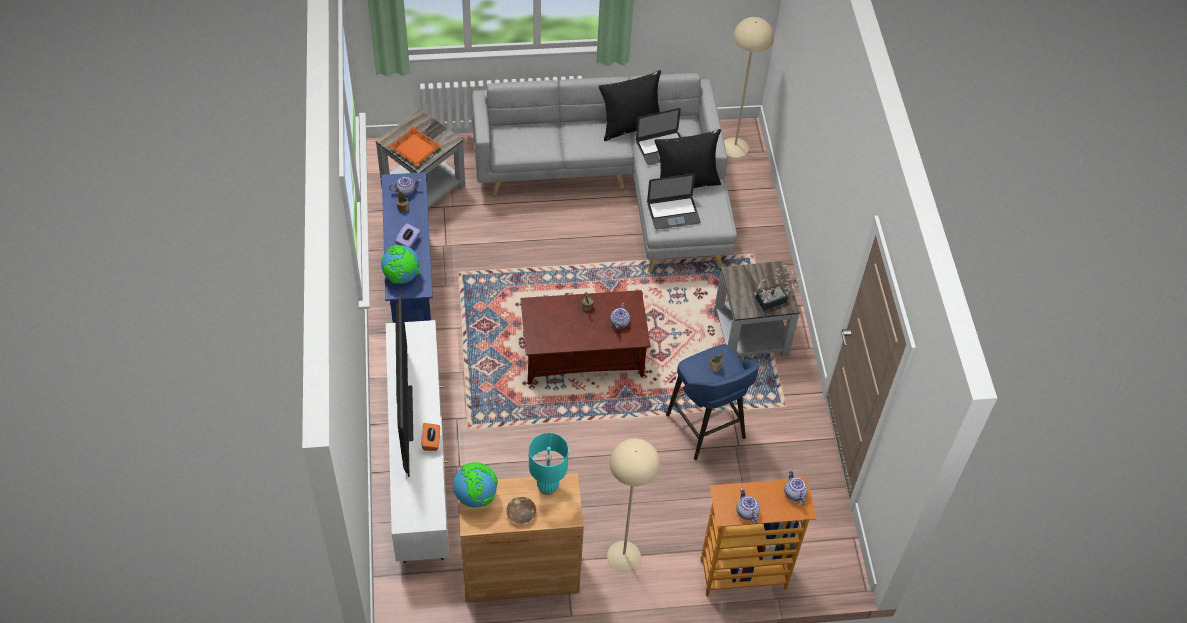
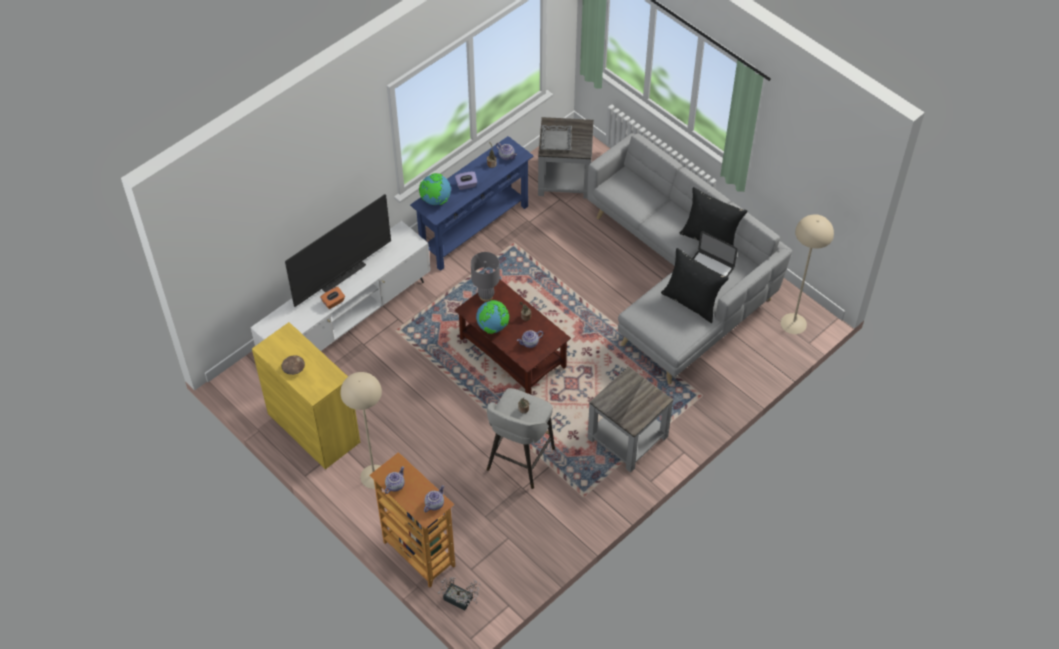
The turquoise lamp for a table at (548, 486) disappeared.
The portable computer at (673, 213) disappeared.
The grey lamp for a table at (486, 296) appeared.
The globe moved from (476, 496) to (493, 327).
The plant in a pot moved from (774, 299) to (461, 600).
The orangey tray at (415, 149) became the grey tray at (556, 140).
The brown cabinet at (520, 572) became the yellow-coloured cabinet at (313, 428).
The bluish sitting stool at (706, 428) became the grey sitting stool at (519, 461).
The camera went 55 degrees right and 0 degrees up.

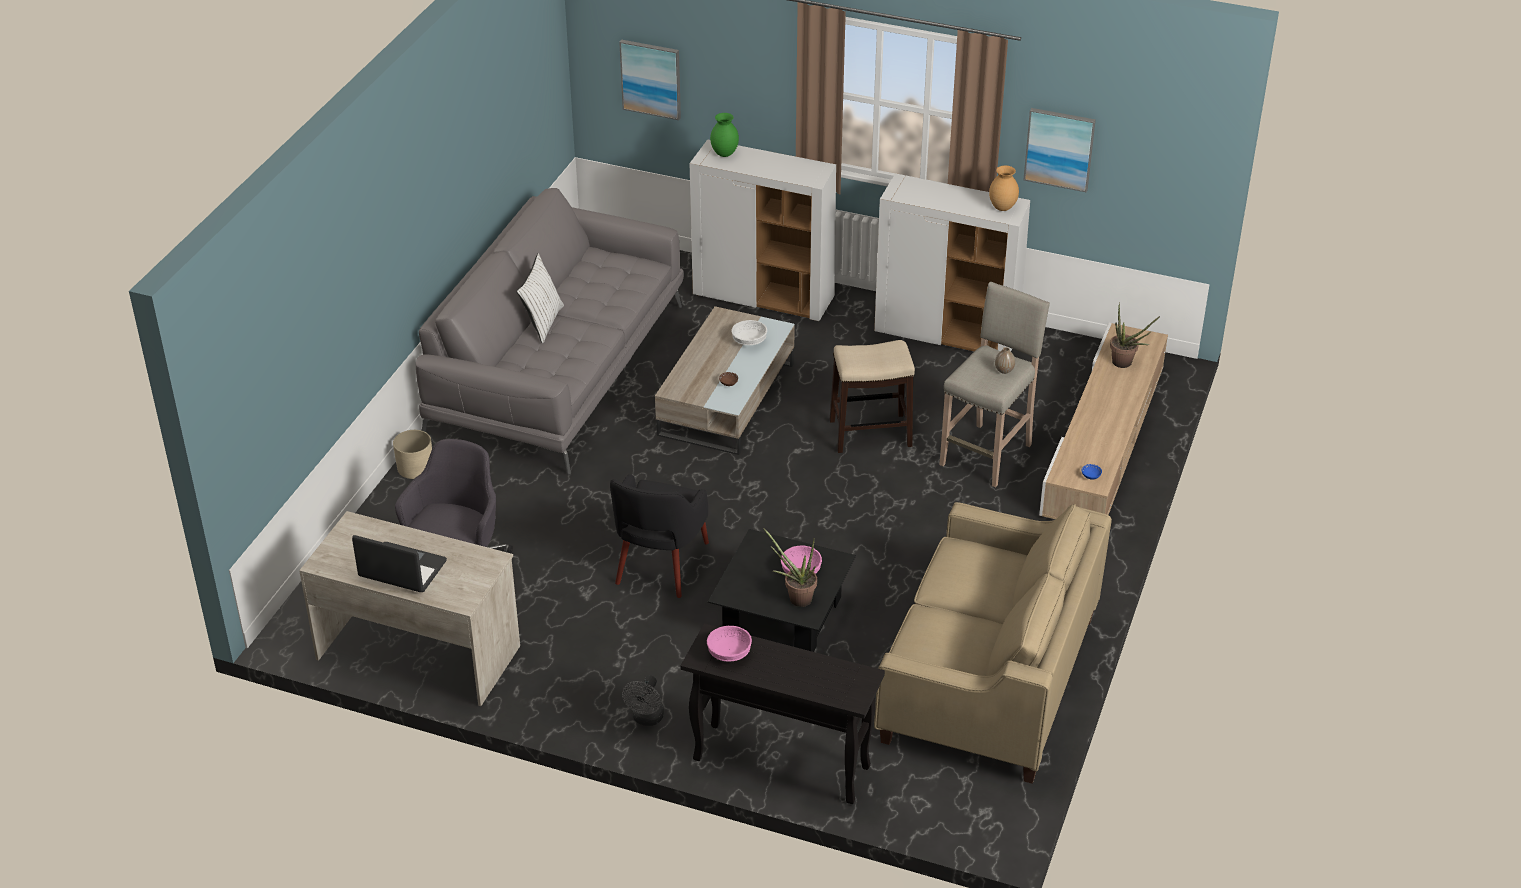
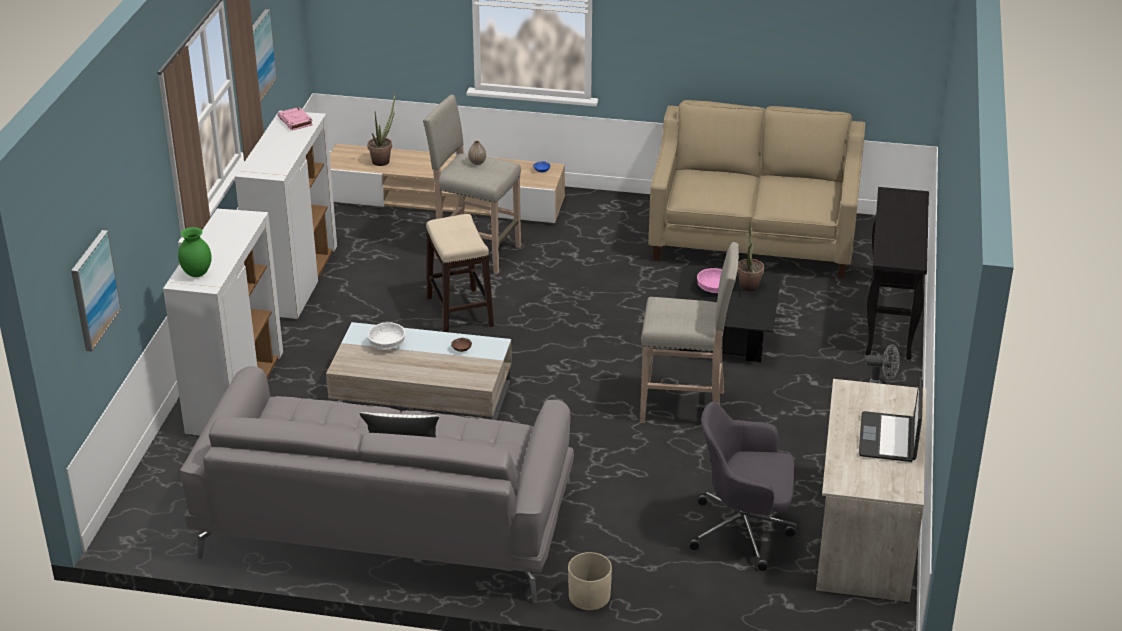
The pinkish bowl at (730, 653) disappeared.
The black-coloured lounge chair at (660, 565) was replaced by the beige-coloured sitting stool at (685, 407).
The brown decorative vase at (1002, 208) was replaced by the pinkish volume at (296, 121).
The camera went 100 degrees left and 5 degrees down.

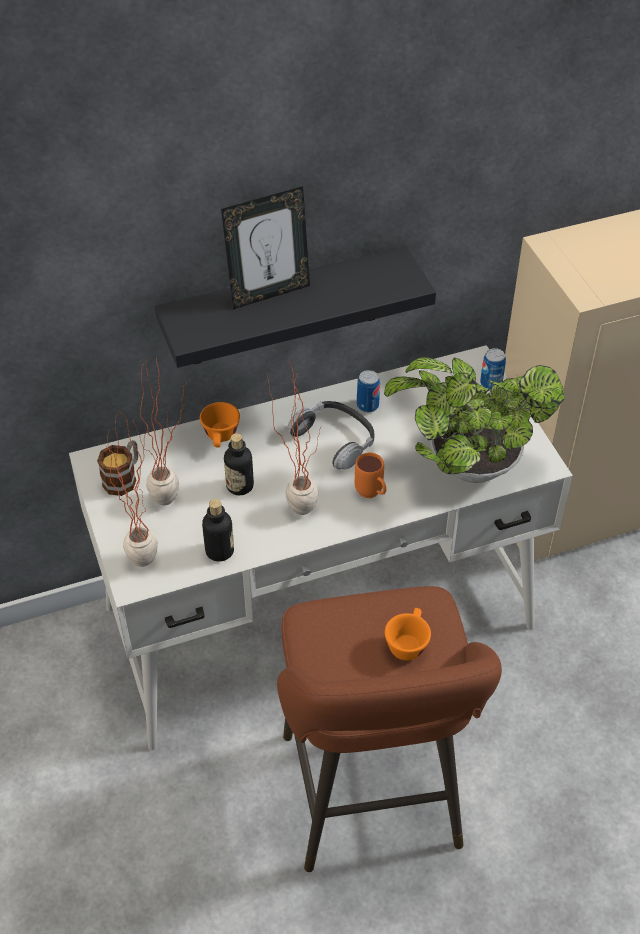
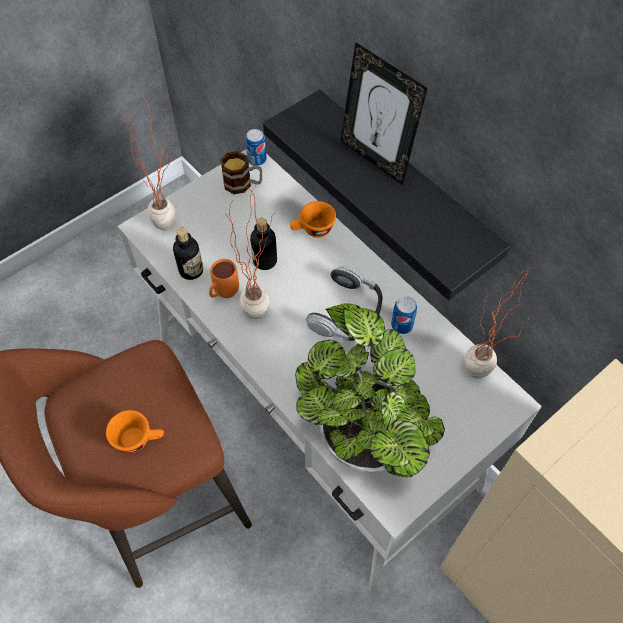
The plant in a pot moved from (173, 504) to (474, 380).
The orangey tea mug moved from (372, 494) to (223, 294).
The metal can moved from (491, 383) to (257, 160).
The camera went 70 degrees right and 10 degrees up.

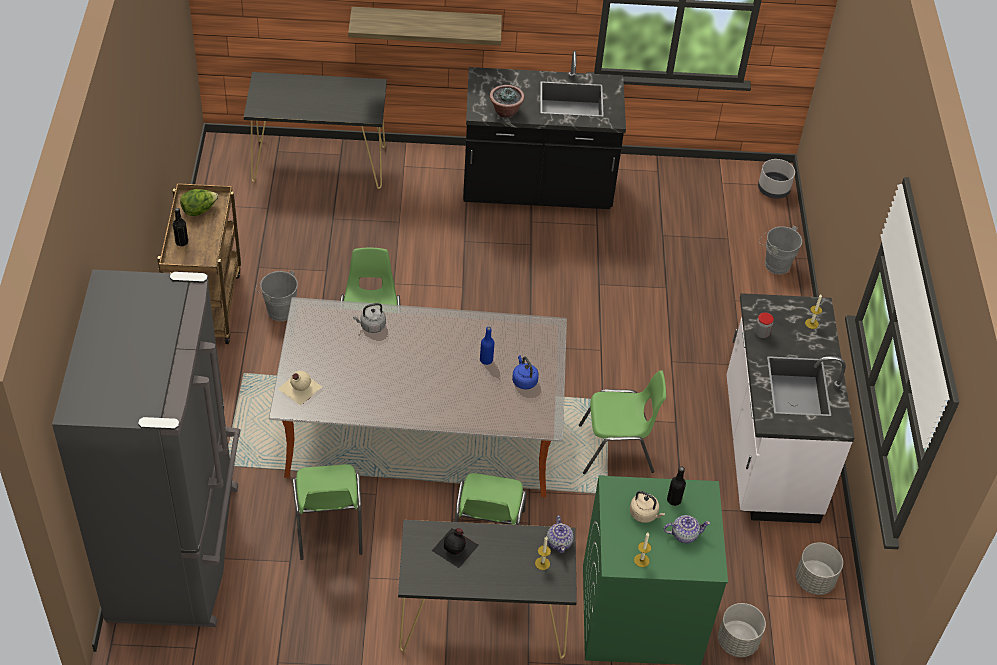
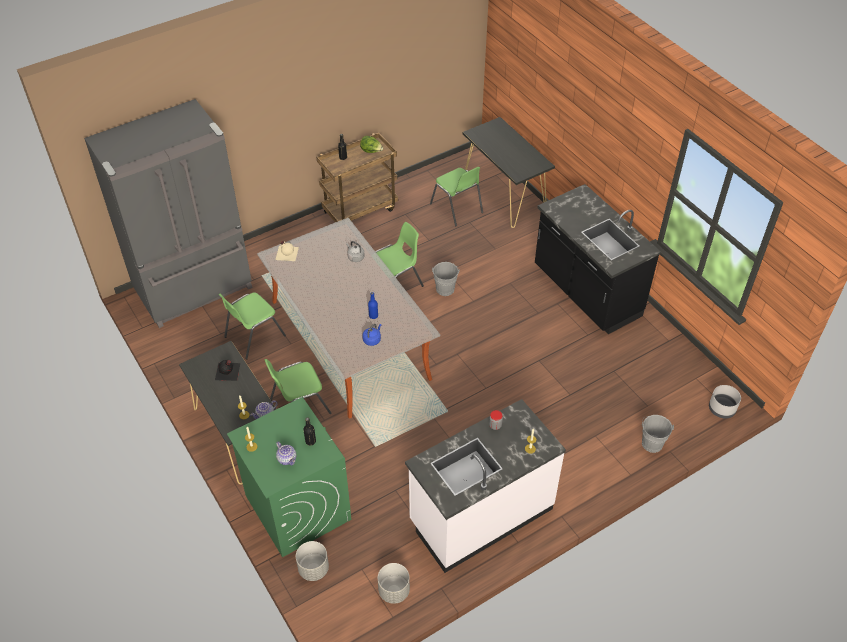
The shelf at (426, 24) disappeared.
The plant in a pot at (505, 112) disappeared.
The beige-coloured water kettle at (644, 514) disappeared.
The grey pail moved from (278, 309) to (445, 287).
The greenish chair moved from (617, 449) to (457, 208).
The camera went 60 degrees right and 0 degrees up.

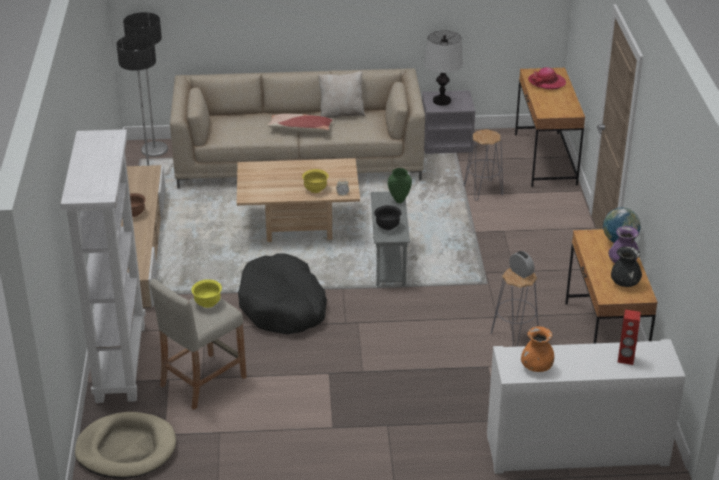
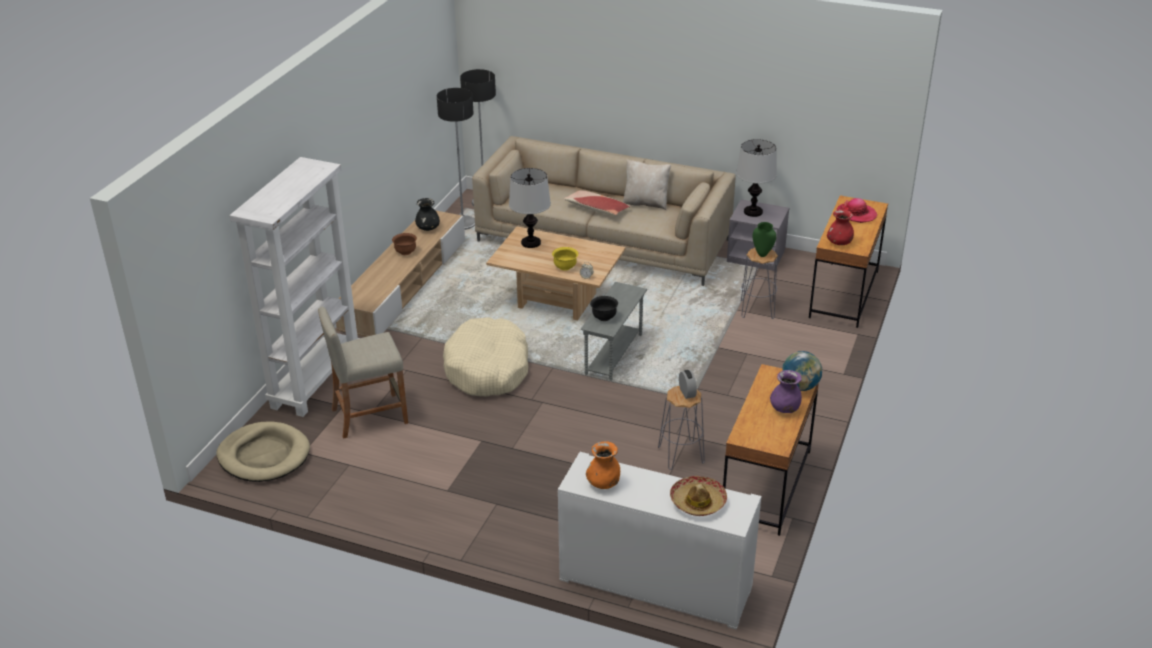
The yellow-coloured bowl at (207, 303) disappeared.
The lamp for a table at (531, 242) appeared.
The reddish decorative vase at (839, 243) appeared.
The greenish decorative vase moved from (399, 200) to (762, 254).
The black-coloured decorative vase moved from (625, 283) to (428, 228).
The reddish audio speaker at (625, 359) was replaced by the clothing hat at (697, 502).
The black-coloured dog bed at (283, 306) became the beige-coloured dog bed at (487, 369).
The camera went 25 degrees right and 0 degrees up.

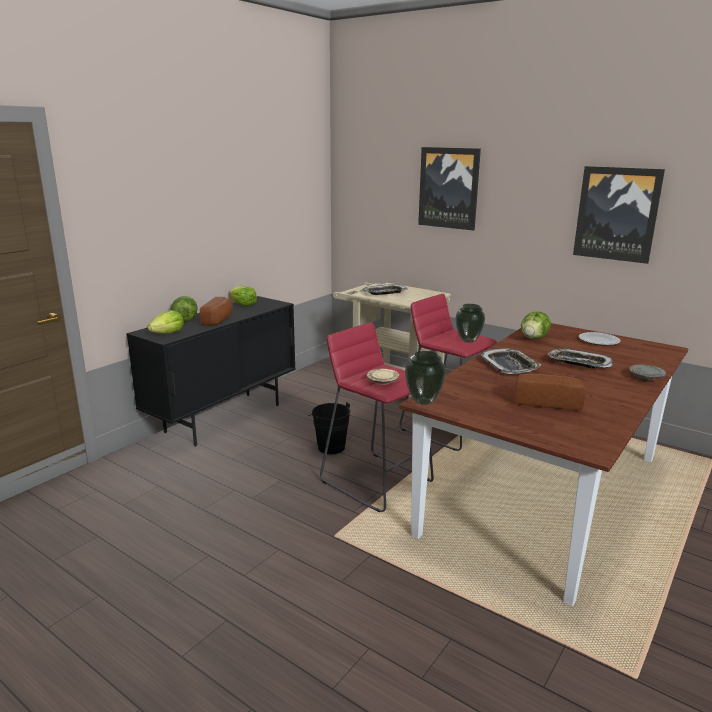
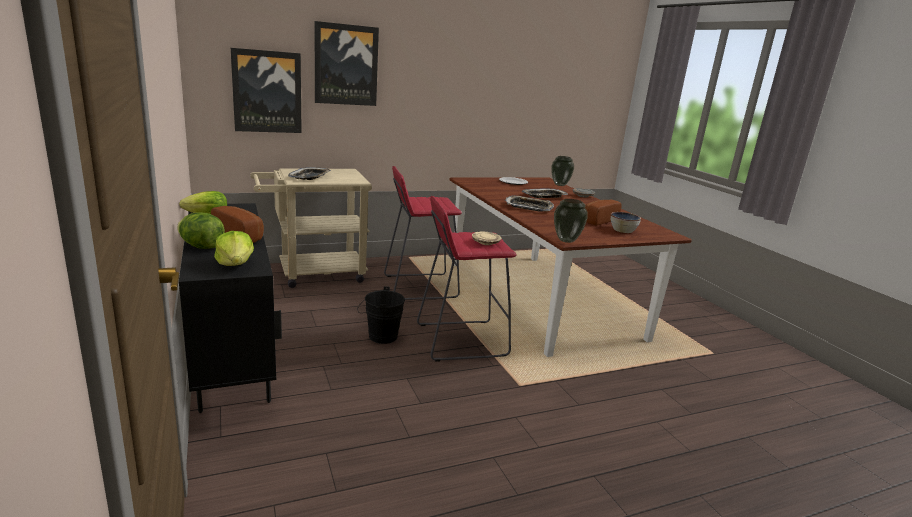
The head of lettuce at (533, 338) disappeared.
The bowl at (623, 230) appeared.
The decorative vase moved from (468, 340) to (560, 185).
The picture moved from (617, 214) to (267, 92).
The camera went 60 degrees left and 0 degrees up.

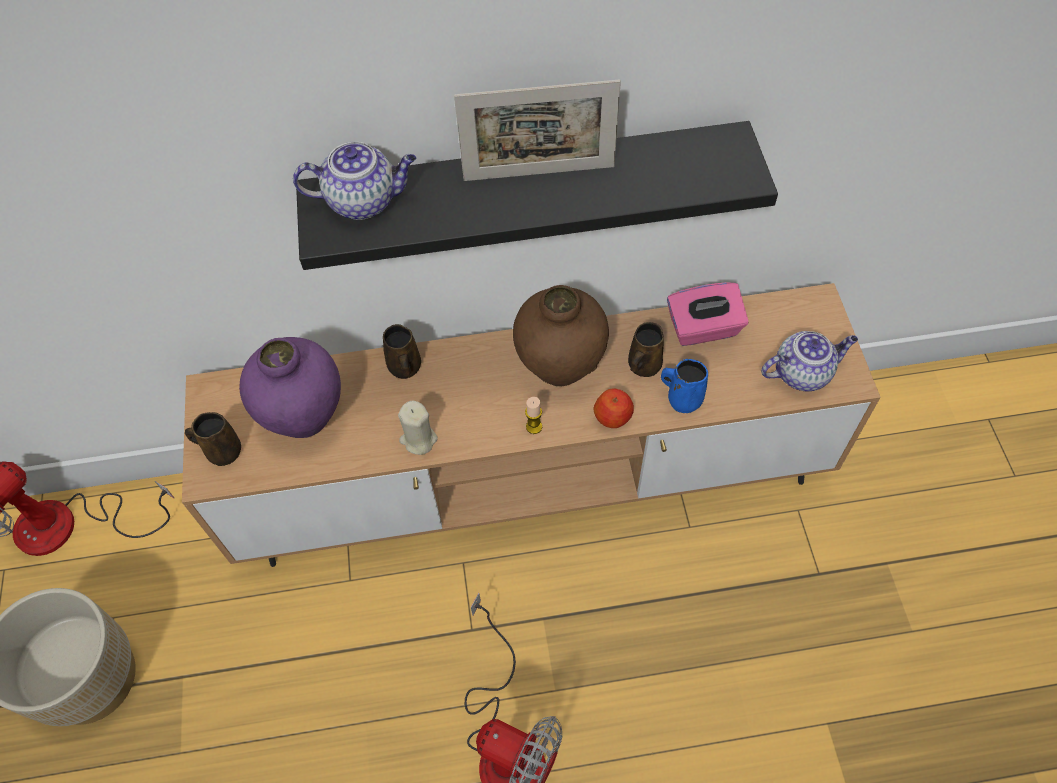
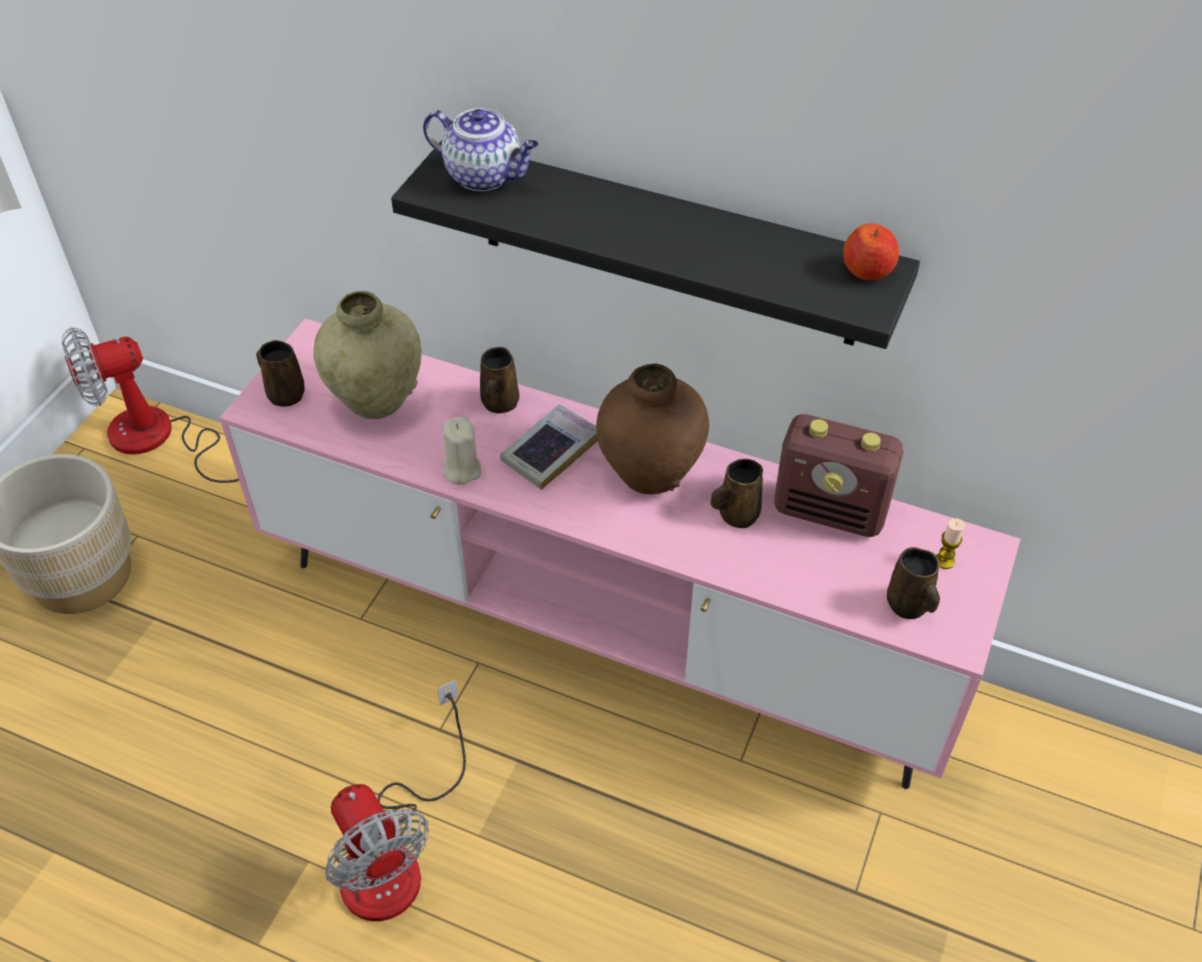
The photo frame at (539, 173) disappeared.
The bluish tea mug at (682, 399) disappeared.
The volume at (551, 451) appeared.
The wax candle moved from (534, 427) to (944, 561).
The apple moved from (613, 416) to (868, 271).
The pinkish box of tissues at (703, 329) was replaced by the radio set at (831, 512).
The tea pot at (802, 372) was replaced by the brown tea mug at (909, 606).
The brown tv unit at (532, 485) became the pinkish tv unit at (602, 628).
The purple-coloured decorative vase at (304, 417) became the beige-coloured decorative vase at (376, 400).
The camera went 30 degrees right and 10 degrees down.

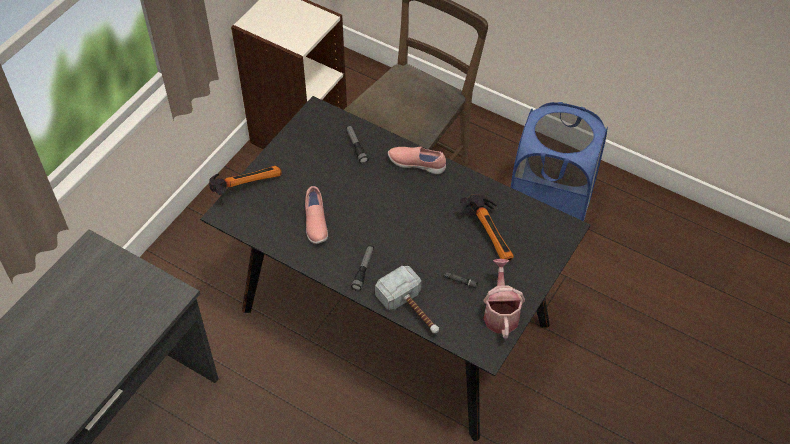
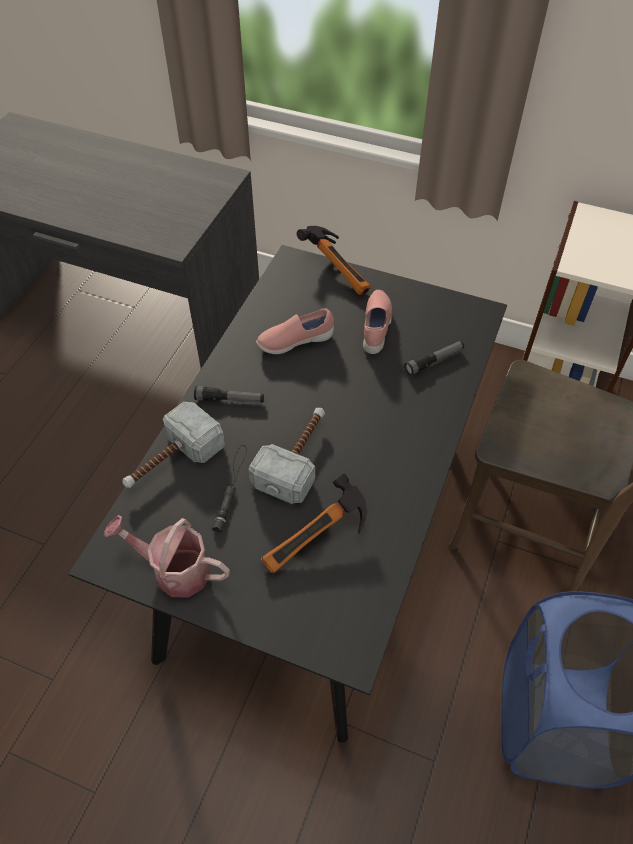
The hand hammer at (297, 458) appeared.
The pinkish low shoe moved from (417, 164) to (377, 328).
The watering pot at (501, 313) turned 150 degrees counterclockwise.
The camera went 80 degrees right and 0 degrees up.

